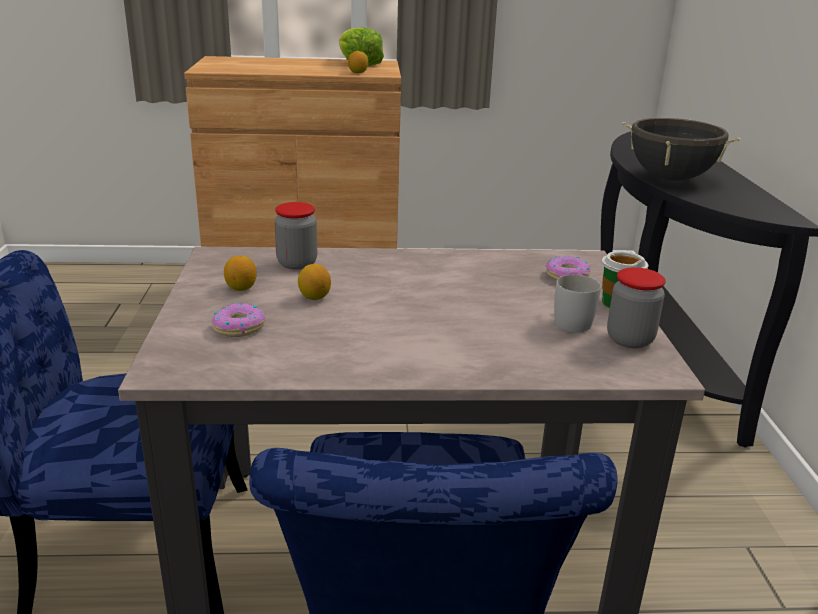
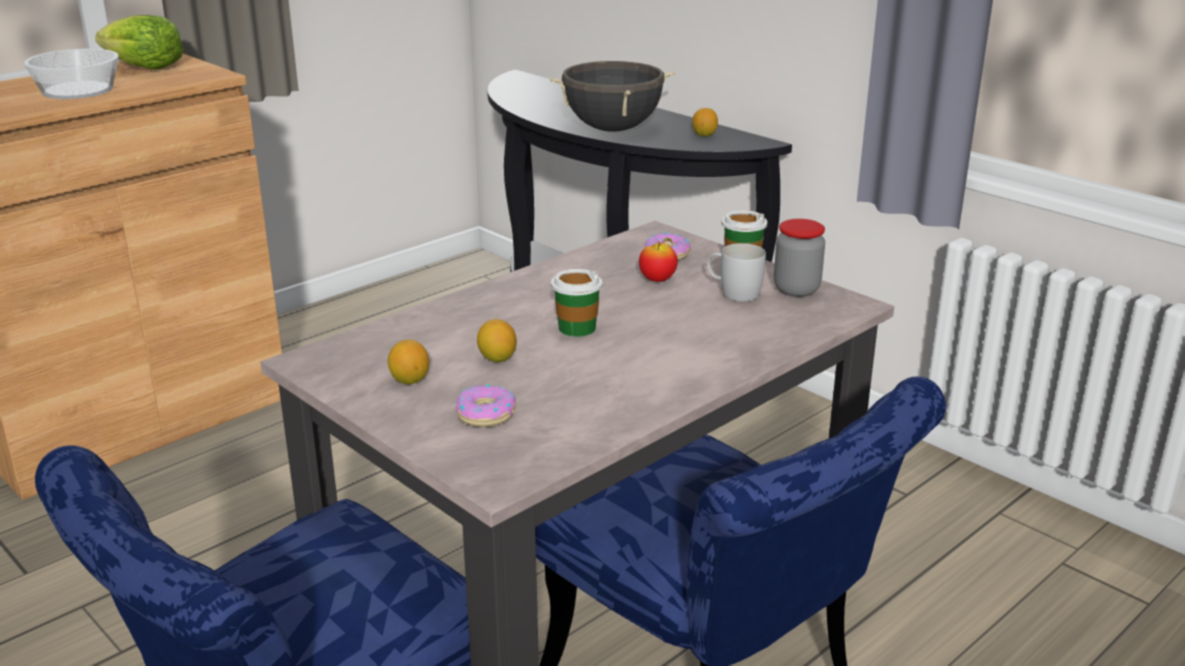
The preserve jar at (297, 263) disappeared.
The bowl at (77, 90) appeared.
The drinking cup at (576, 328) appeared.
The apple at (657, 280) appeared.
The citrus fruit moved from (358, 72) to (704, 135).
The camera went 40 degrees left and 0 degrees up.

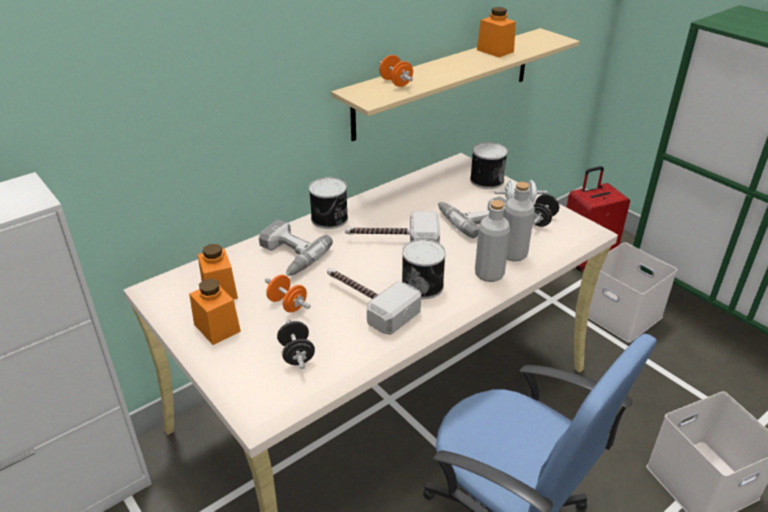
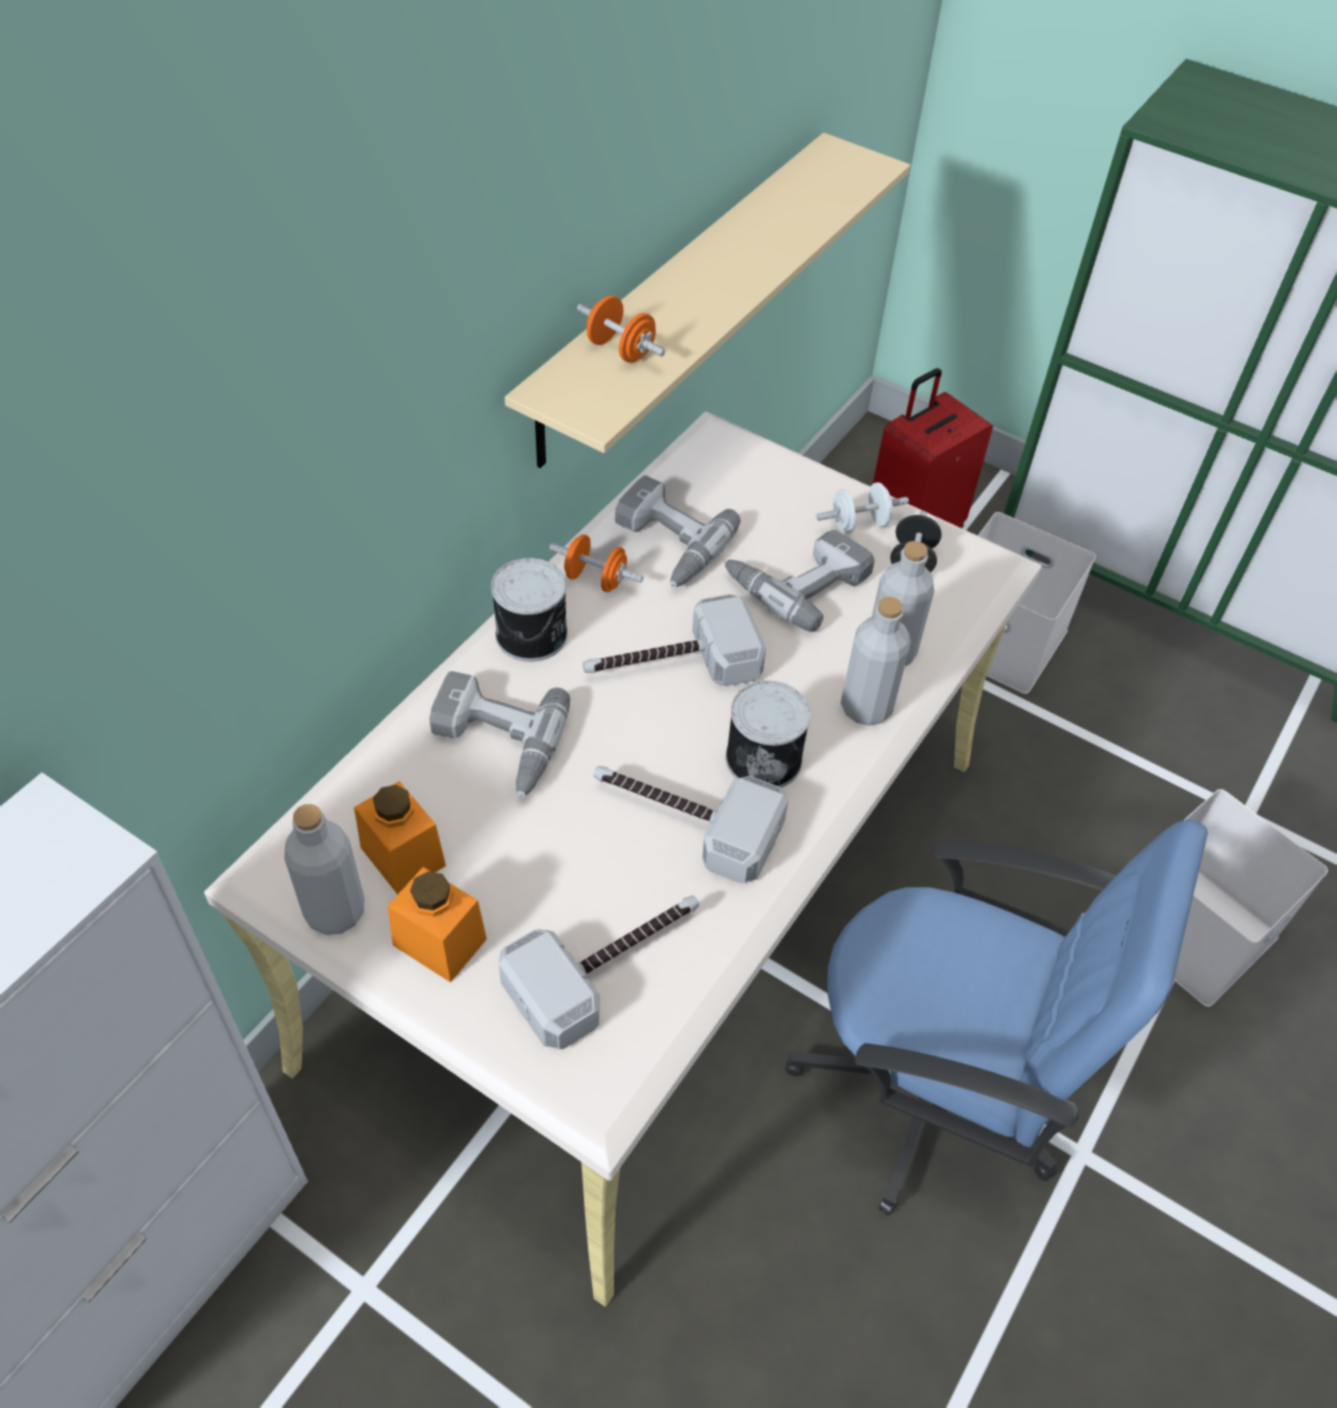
The metal can at (486, 180) disappeared.
The orangey preserve jar at (495, 51) disappeared.
The grey beverage bottle at (335, 911) appeared.
The drill at (665, 544) appeared.
The orangey free weight moved from (287, 304) to (595, 579).
The black-coloured free weight at (297, 354) was replaced by the hand hammer at (610, 964).
The camera went 20 degrees left and 15 degrees up.

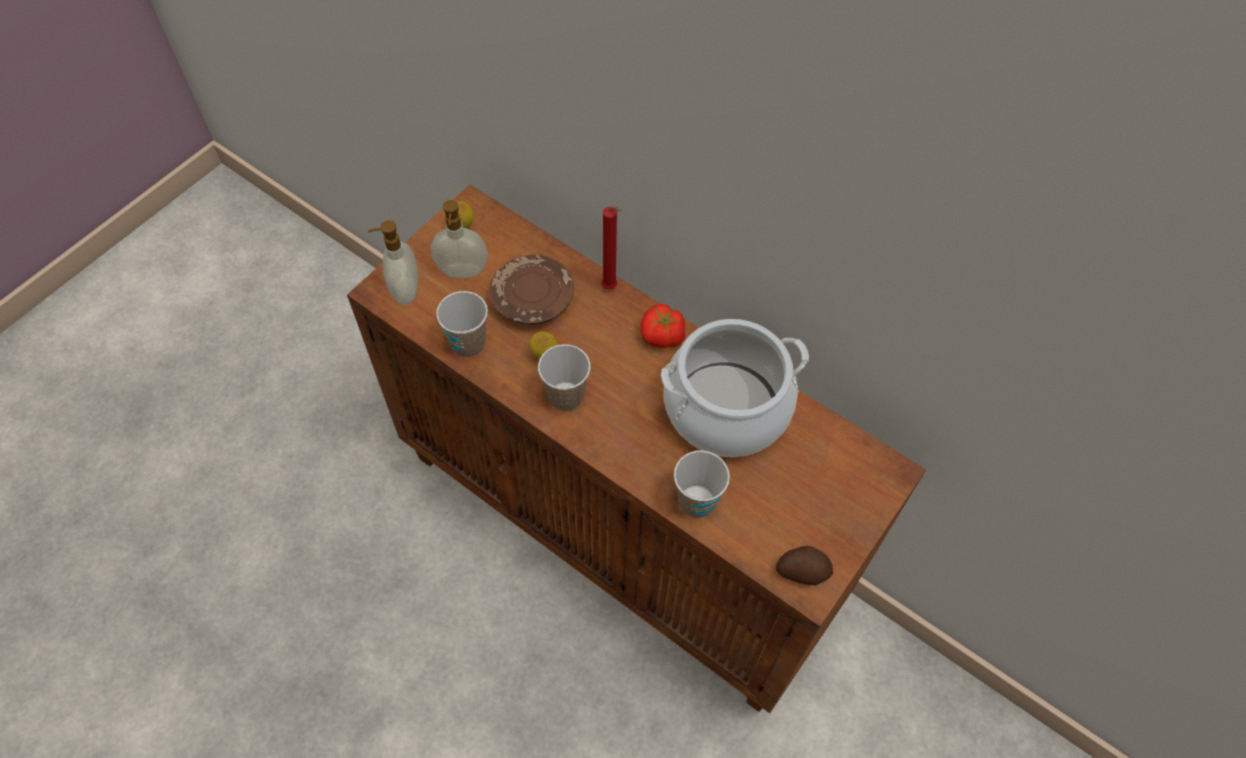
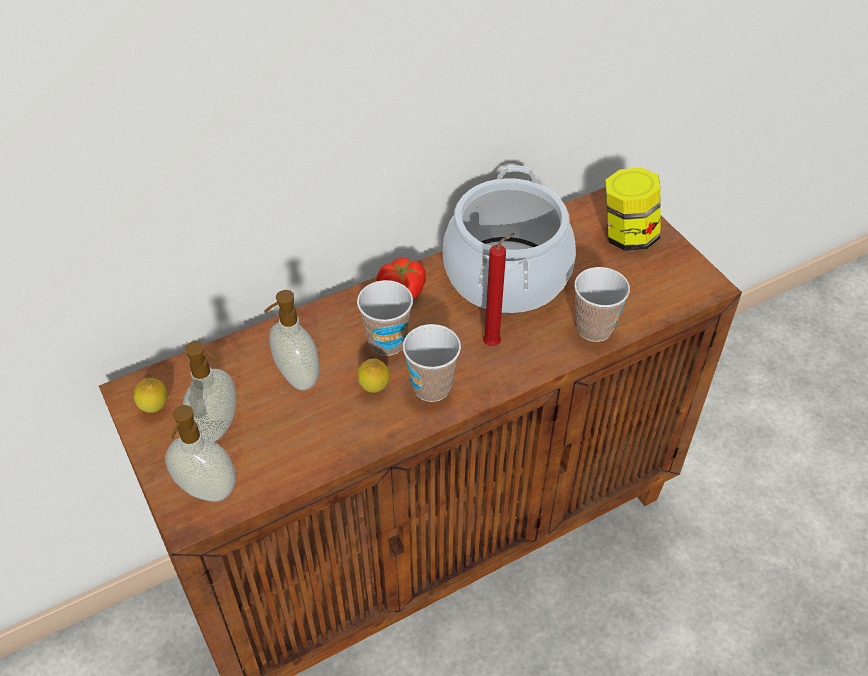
The spud at (802, 570) disappeared.
The preserve jar at (627, 236) appeared.
The drinking cup moved from (468, 344) to (387, 342).
The reddish wax candle moved from (611, 288) to (494, 343).
The brown plate at (532, 300) was replaced by the soap bottle at (296, 377).
The camera went 65 degrees left and 10 degrees down.

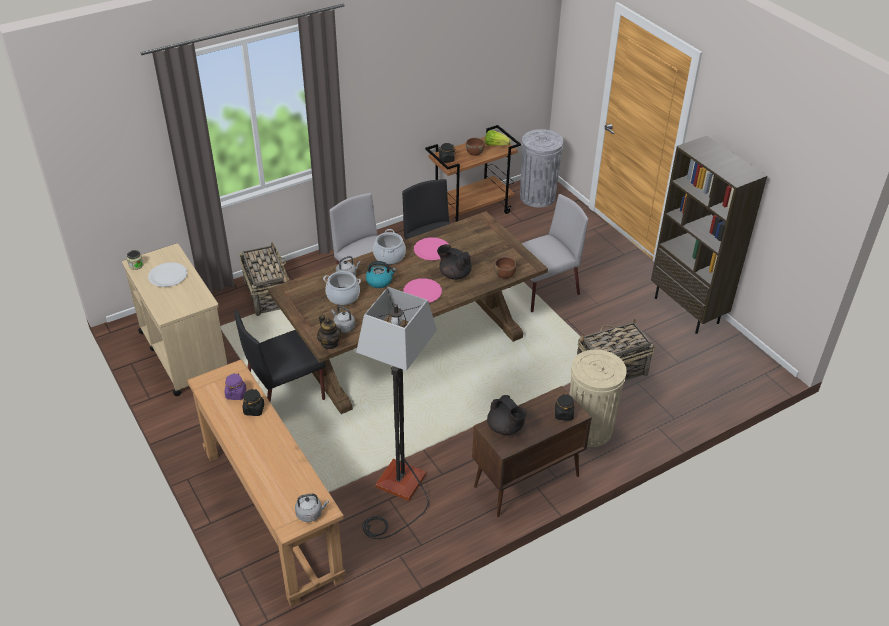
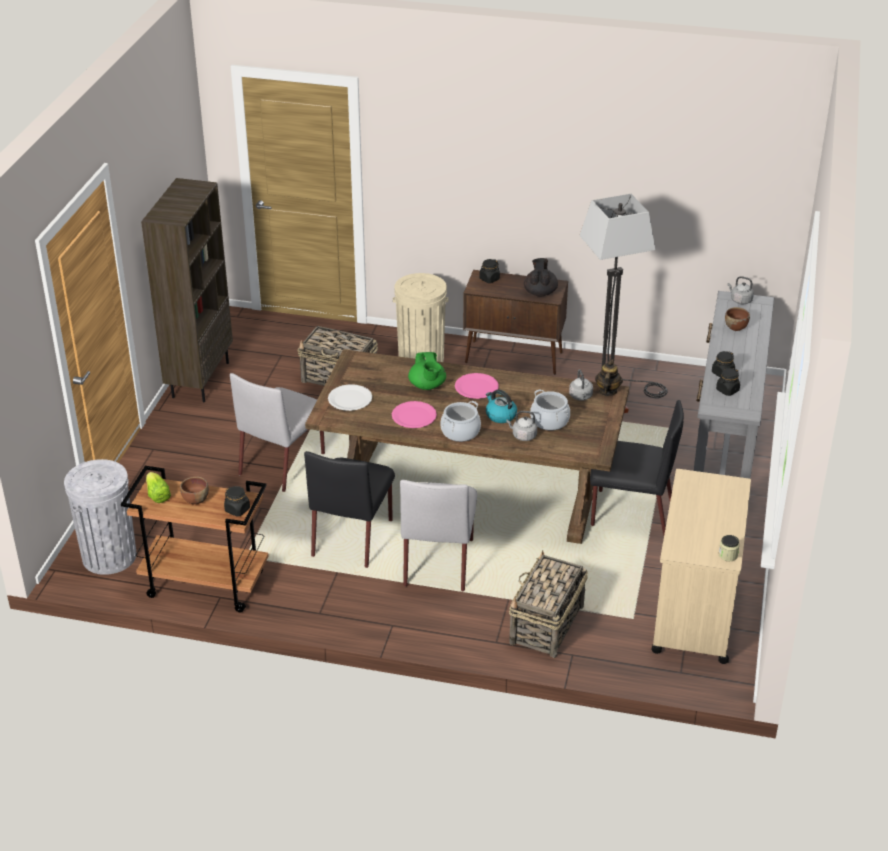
The white plate moved from (168, 276) to (350, 399).
The brown bowl moved from (505, 274) to (735, 327).
The brown console table at (271, 514) became the grey console table at (726, 438).
The purple-coloured preserve jar at (236, 394) became the black-coloured preserve jar at (727, 390).
The black-coloured tea pot at (454, 274) became the greenish tea pot at (427, 386).
The grey chair at (542, 291) turned 75 degrees counterclockwise.
The camera went 135 degrees left and 5 degrees down.

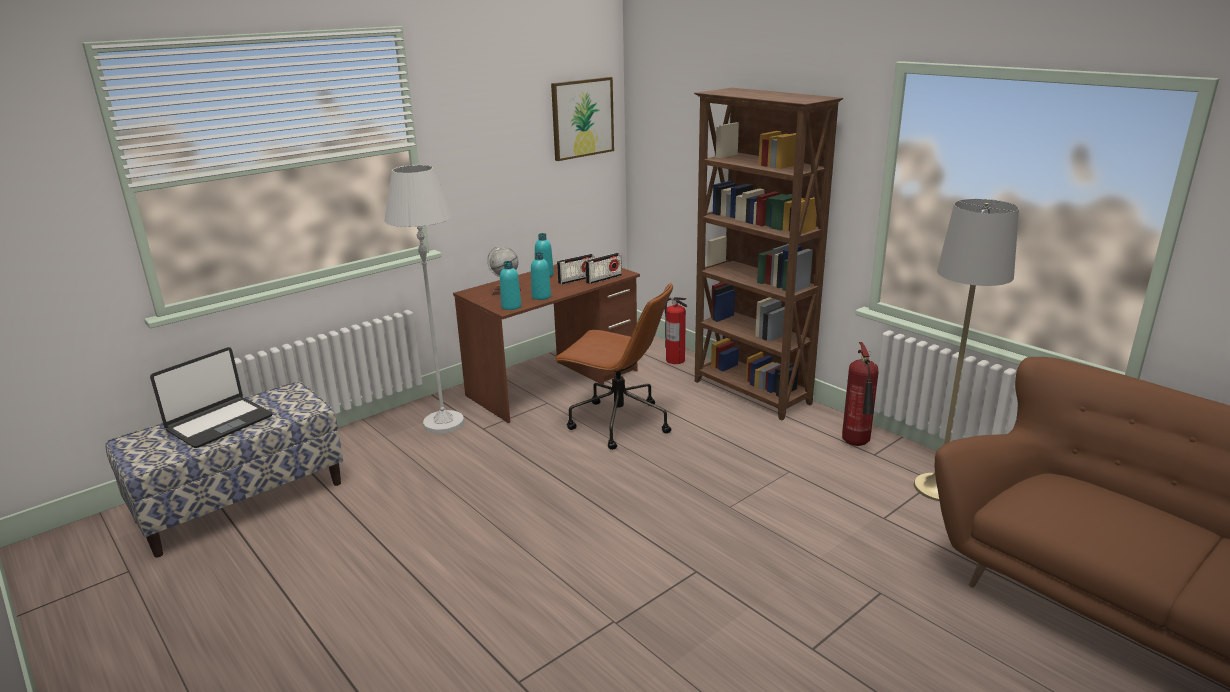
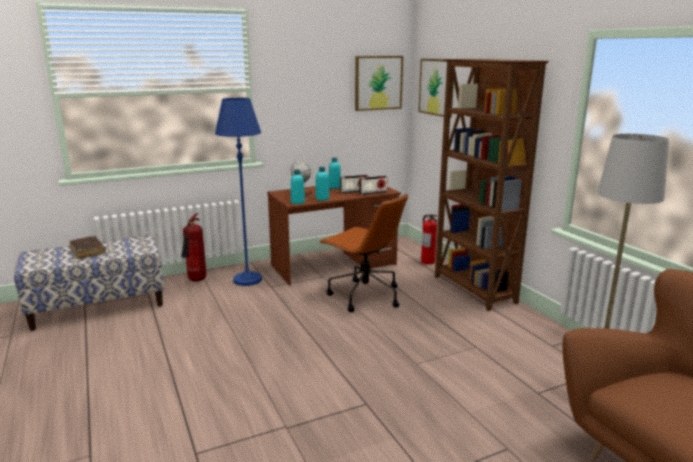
The picture at (437, 87) appeared.
The extinguisher moved from (857, 444) to (196, 281).
The portable computer at (219, 423) was replaced by the brown volume at (88, 251).
The white standard lamp at (443, 423) became the bluish standard lamp at (247, 280).
The camera went 15 degrees right and 5 degrees down.

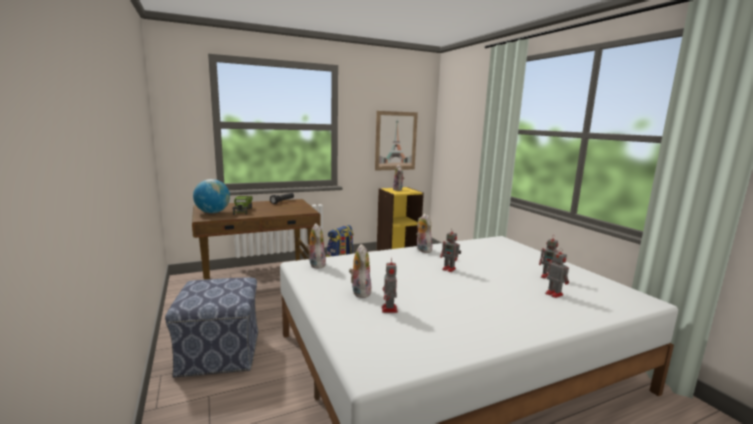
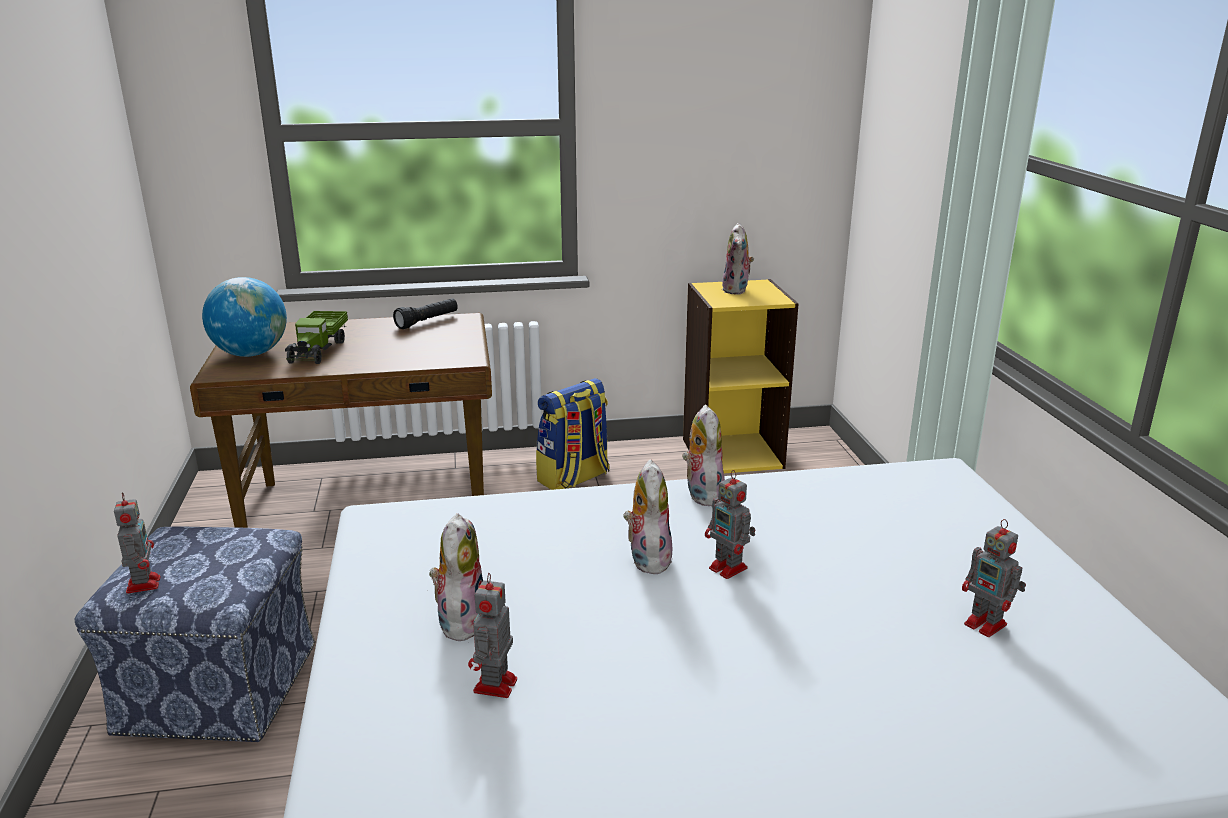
The picture at (396, 141) disappeared.
The soft toy moved from (315, 264) to (647, 558).
The robot figure moved from (553, 294) to (143, 583).
The camera went 15 degrees right and 10 degrees up.

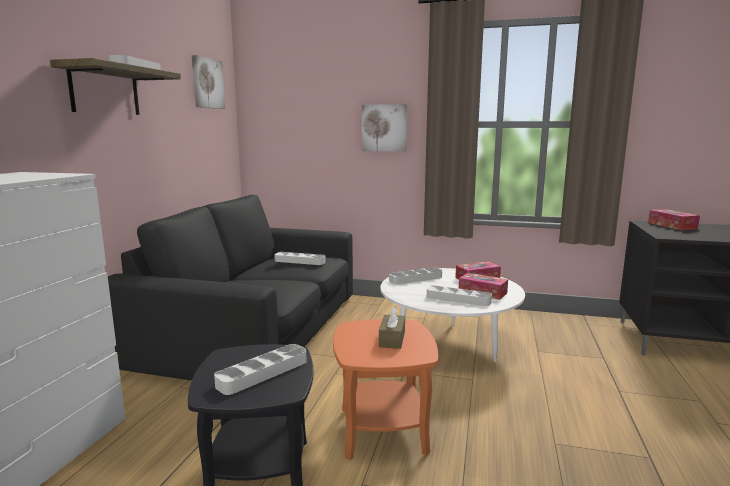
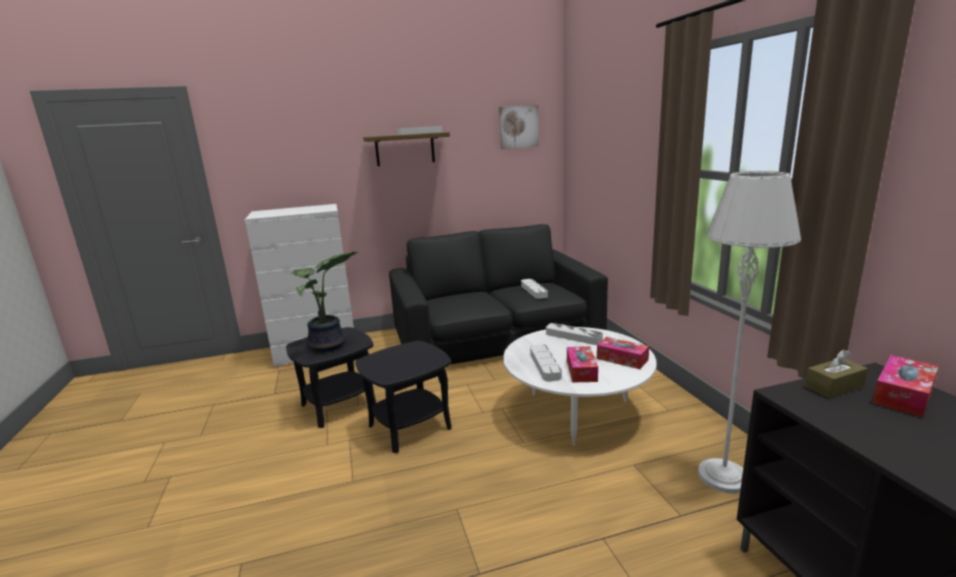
The picture at (384, 128) disappeared.
The grey standard lamp at (723, 477) appeared.
The brown box of tissues moved from (392, 339) to (834, 387).
The grey tray at (263, 373) was replaced by the plant in a pot at (328, 346).
The orangey end table at (382, 430) became the black-coloured end table at (410, 427).
The camera went 60 degrees right and 5 degrees up.

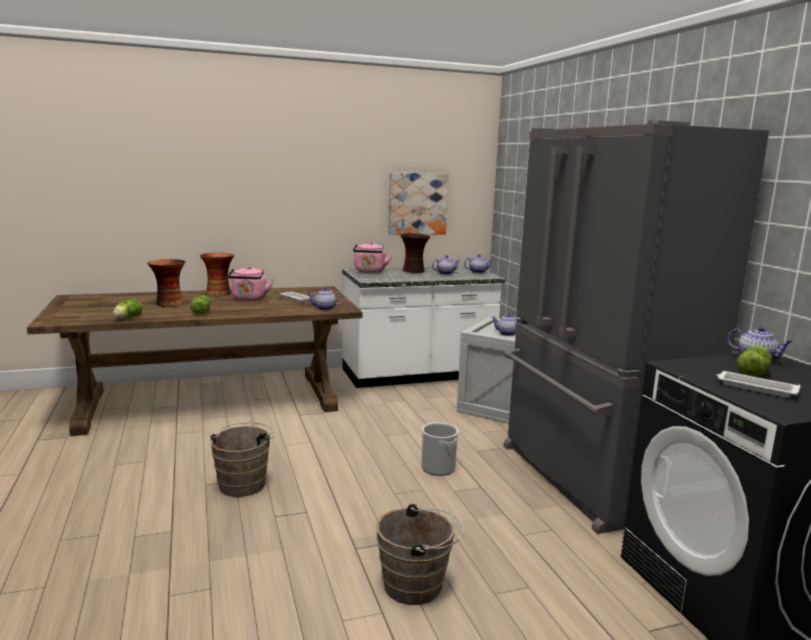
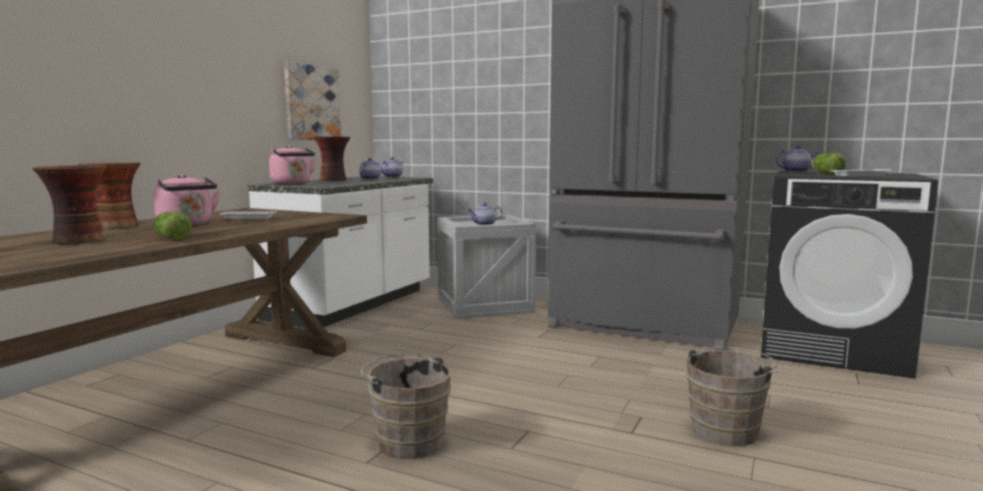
The head of lettuce at (127, 318) disappeared.
The tea pot at (324, 308) disappeared.
The pail at (438, 468) disappeared.
The camera went 45 degrees left and 5 degrees down.

